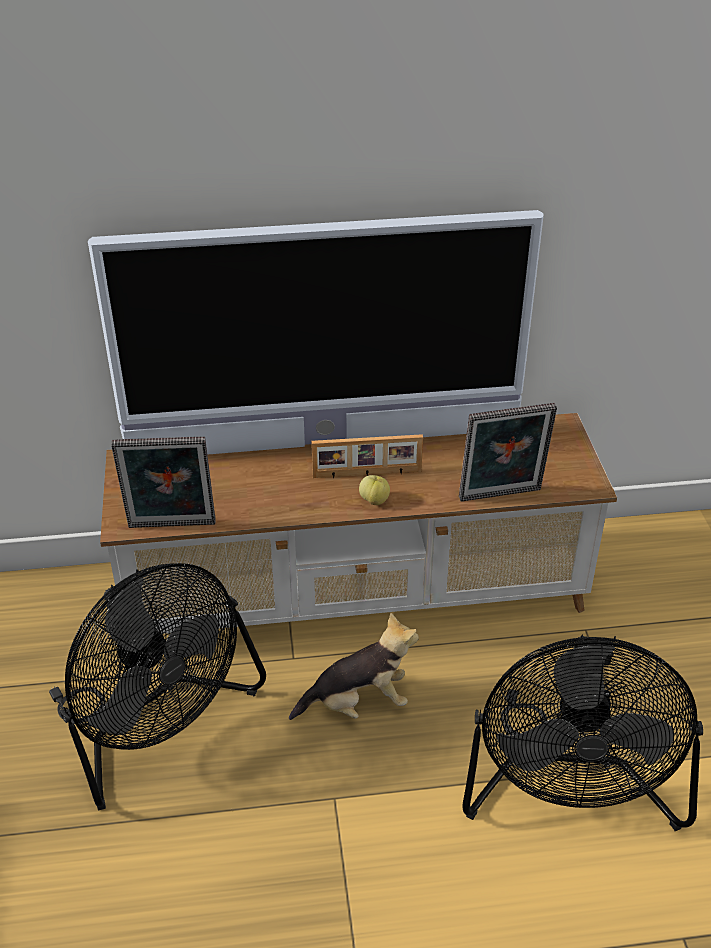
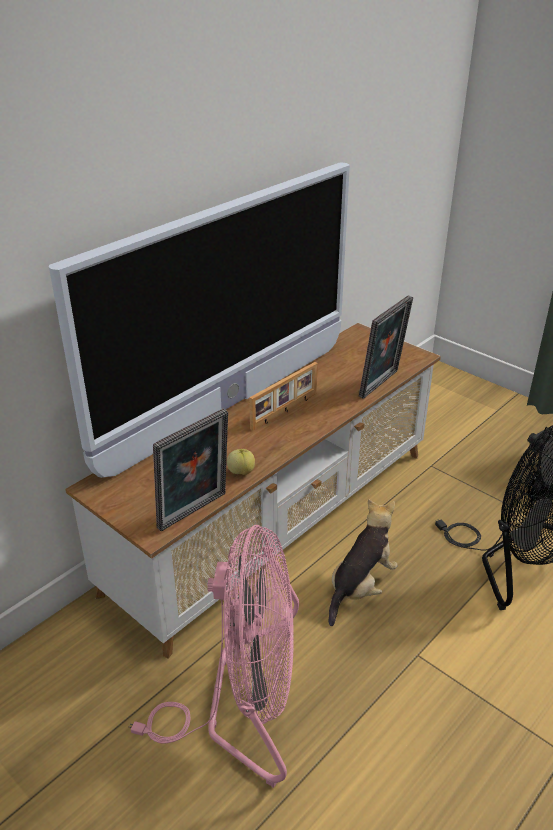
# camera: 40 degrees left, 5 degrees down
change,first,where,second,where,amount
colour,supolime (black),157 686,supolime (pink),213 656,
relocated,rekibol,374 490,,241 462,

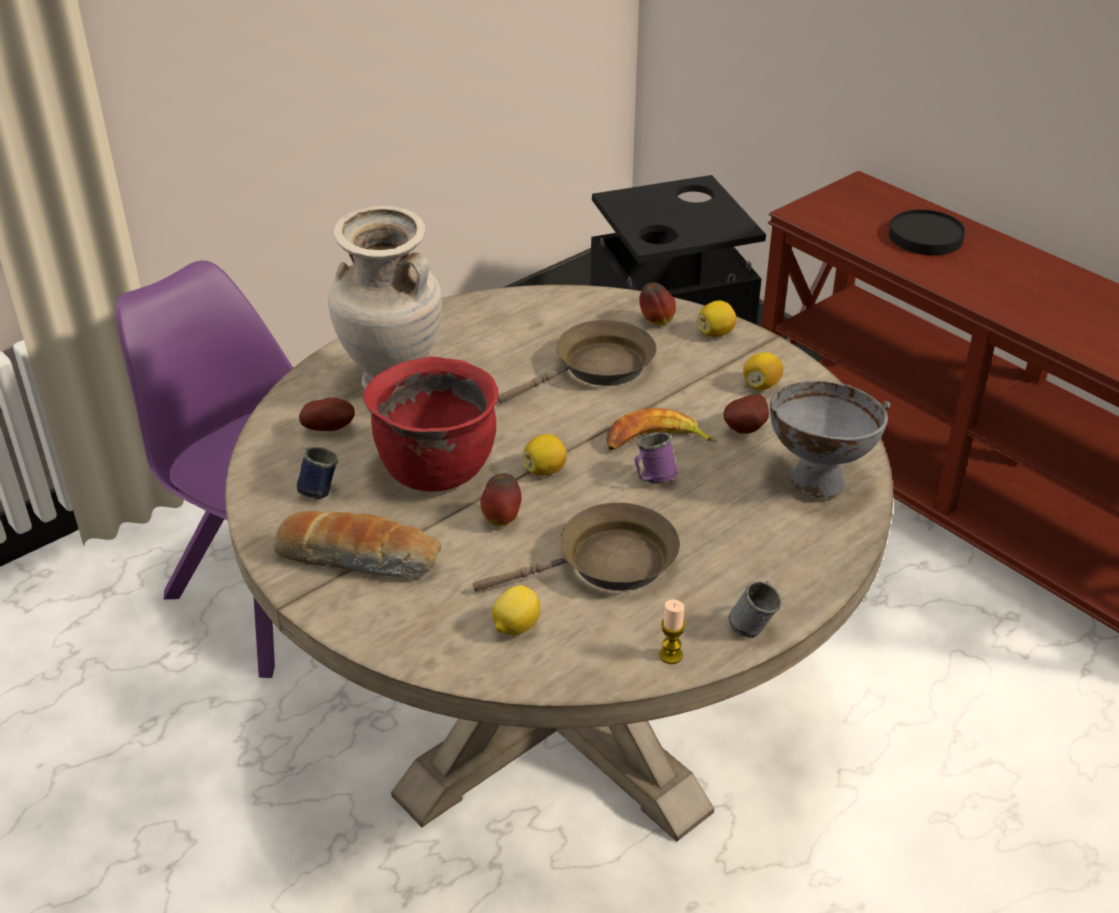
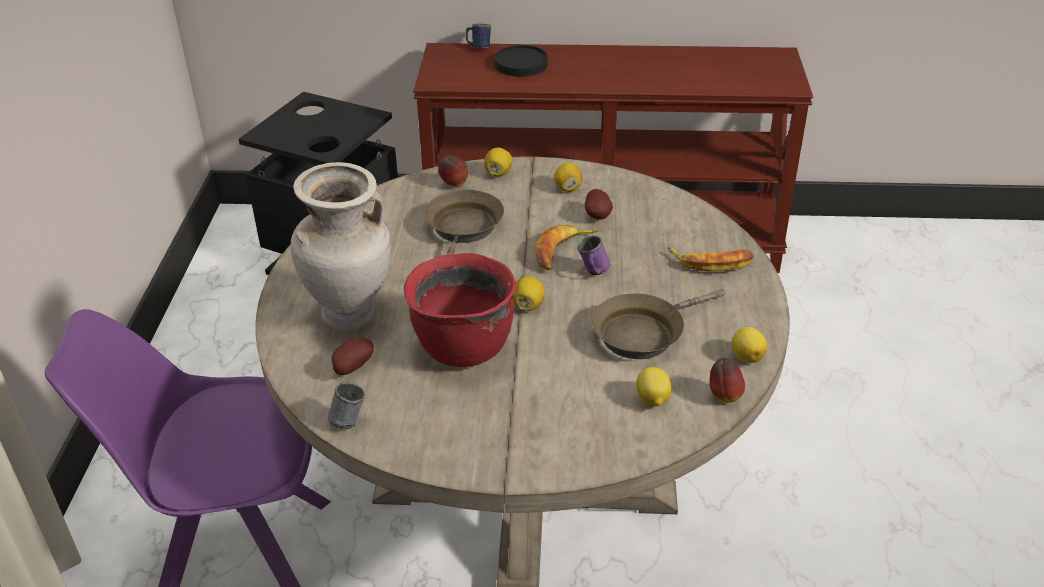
# camera: 45 degrees left, 0 degrees up
change,first,where,second,where,amount
missing,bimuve,357 544,,,
relocated,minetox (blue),317 473,,478 36,
spun,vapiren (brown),576 547,,658 324,150 degrees counterclockwise
relocated,rekibol,501 500,,727 380,
exchanged,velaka,672 631,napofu,749 345,
relocated,minetox (grey),755 609,,346 405,
missing,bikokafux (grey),830 439,,,
appeared,,,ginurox,711 258,

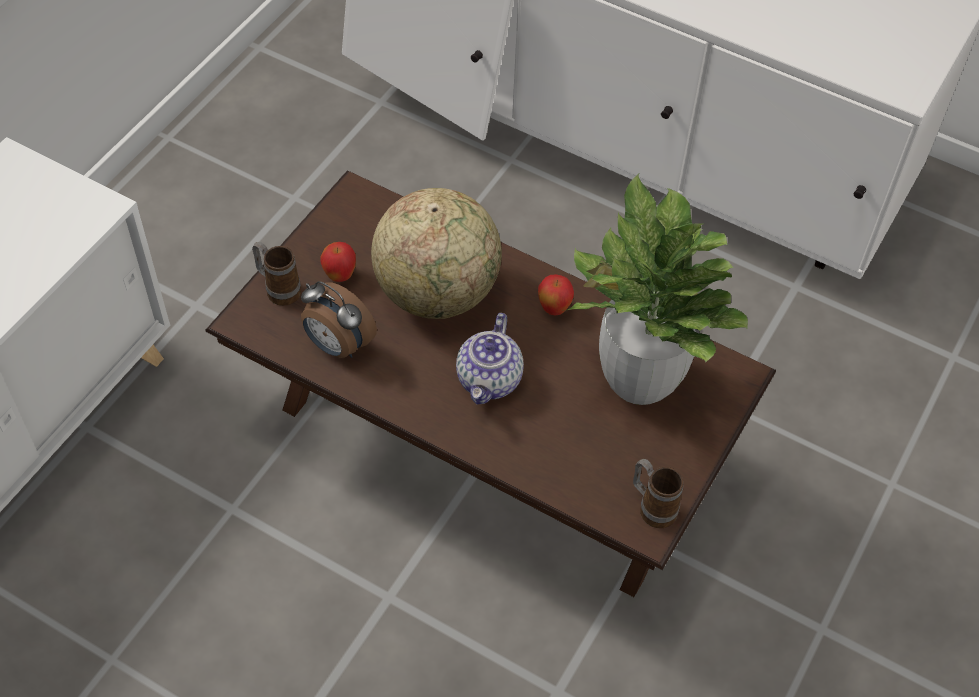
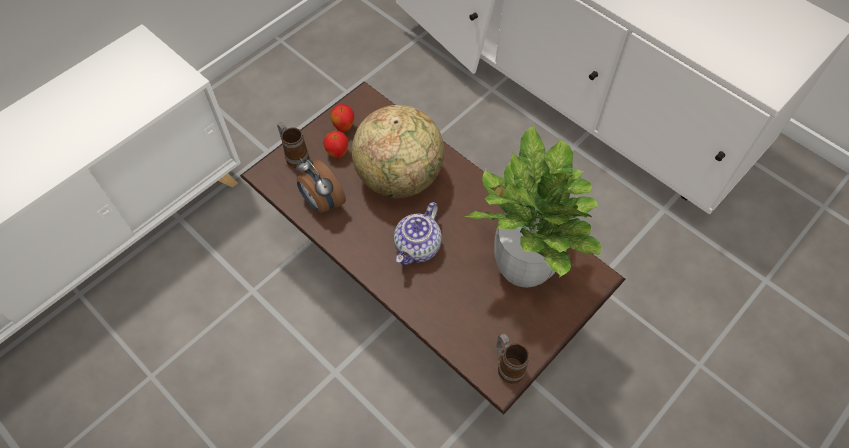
# camera: 15 degrees right, 5 degrees up
change,first,where,second,where,amount
relocated,rekibol,556 294,,342 118,

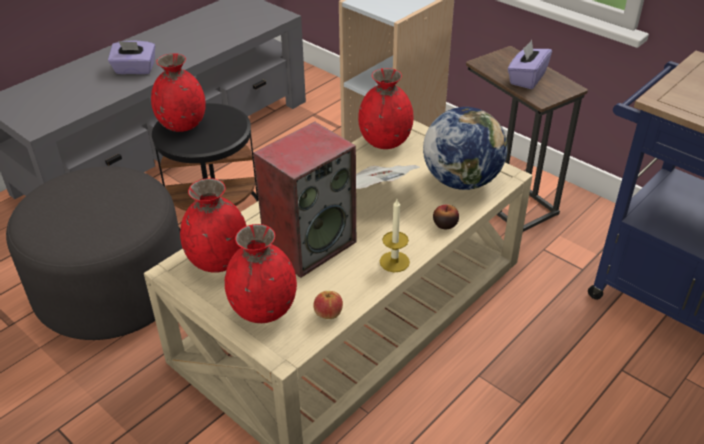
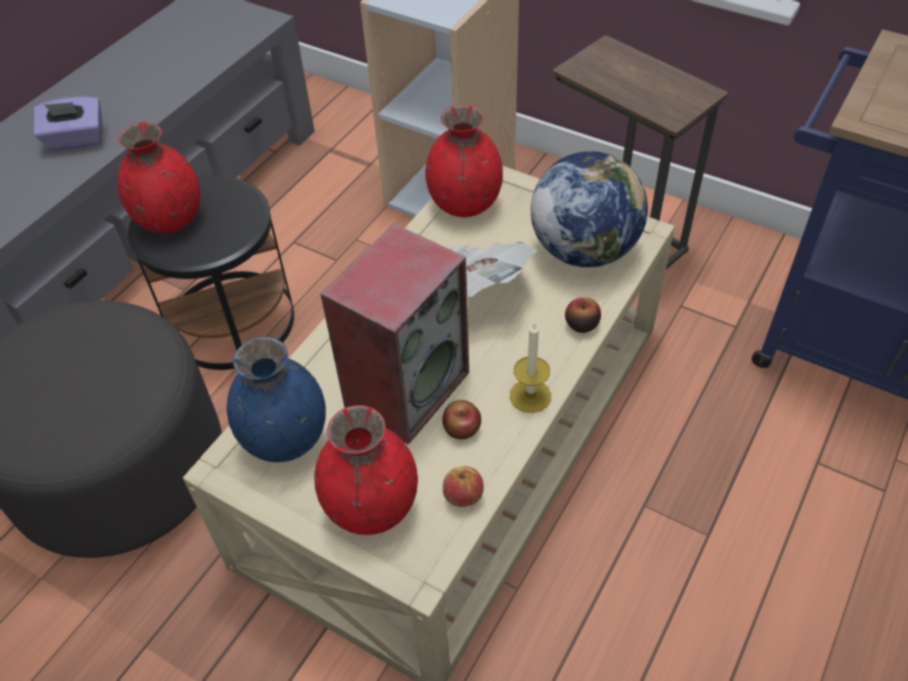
# camera: 10 degrees left, 10 degrees up
change,first,where,second,where,amount
colour,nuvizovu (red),213 225,nuvizovu (blue),276 399,
missing,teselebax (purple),530 64,,,
appeared,,,rekibol,461 419,

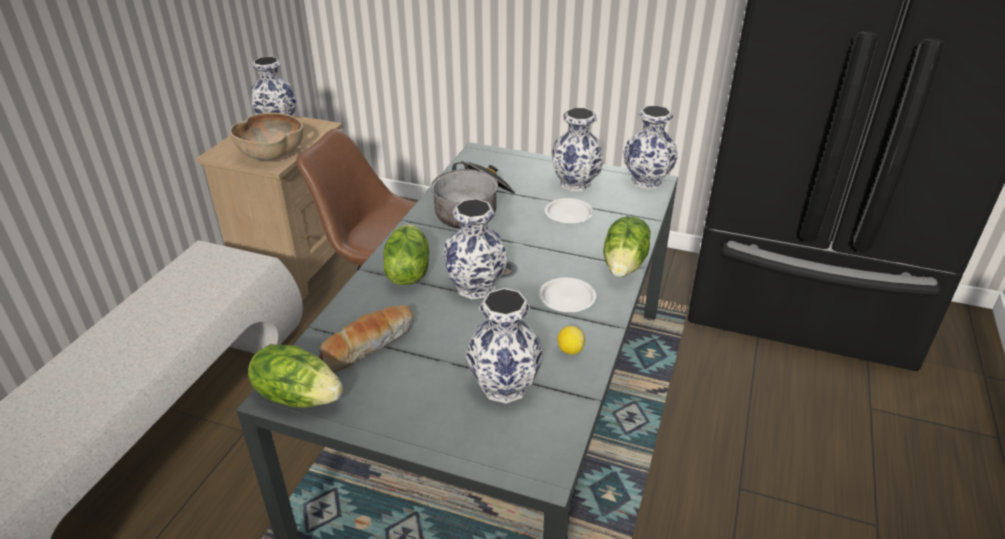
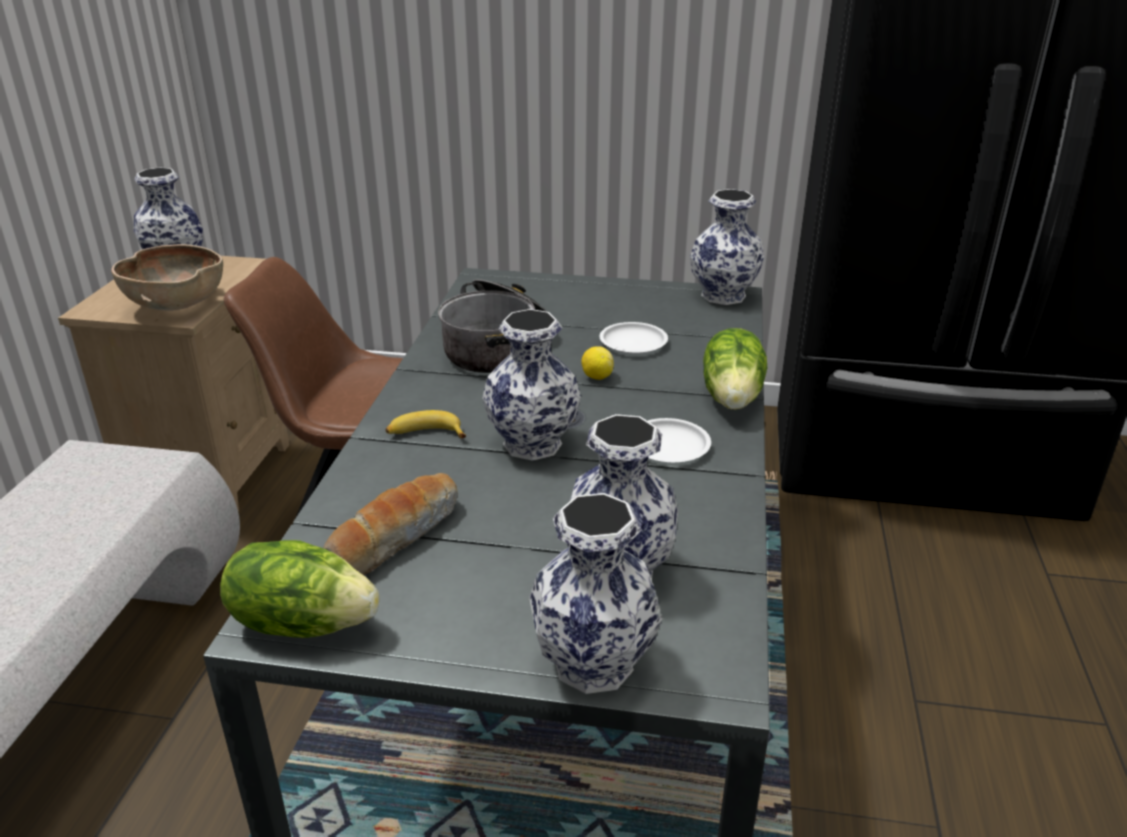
# camera: 10 degrees left, 5 degrees down
change,first,where,second,where,amount
exchanged,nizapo,406 255,ginurox,426 424,
relocated,nuvizovu,578 149,,596 593,
relocated,napofu,571 340,,597 363,

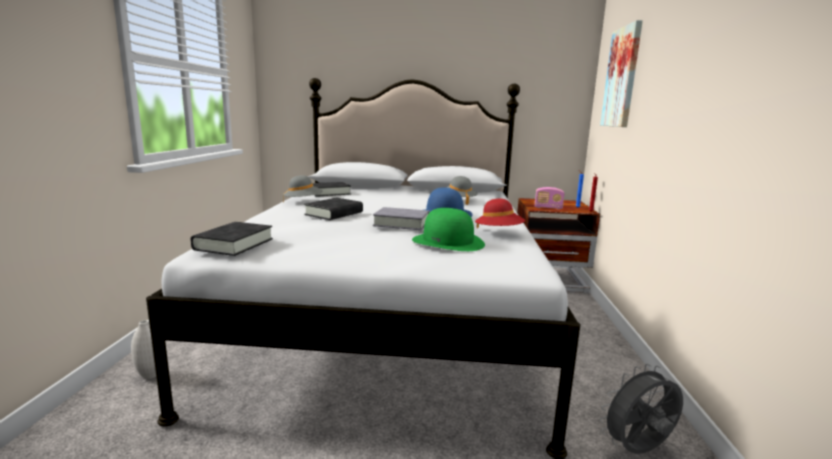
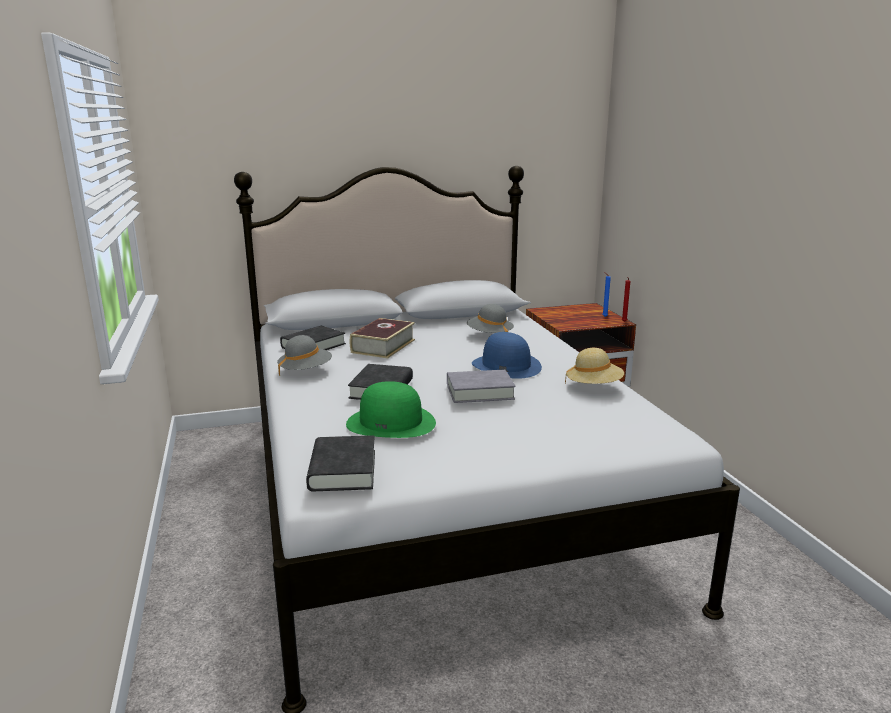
# camera: 20 degrees left, 5 degrees up
change,first,where,second,where,amount
missing,nuvizovu (white),143 349,,,
relocated,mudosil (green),448 229,,391 409,
colour,mudosil (red),500 213,mudosil (beige),594 366,
missing,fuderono,550 198,,,
missing,supolime (grey),641 409,,,
missing,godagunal,621 73,,,
appeared,,,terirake,382 338,

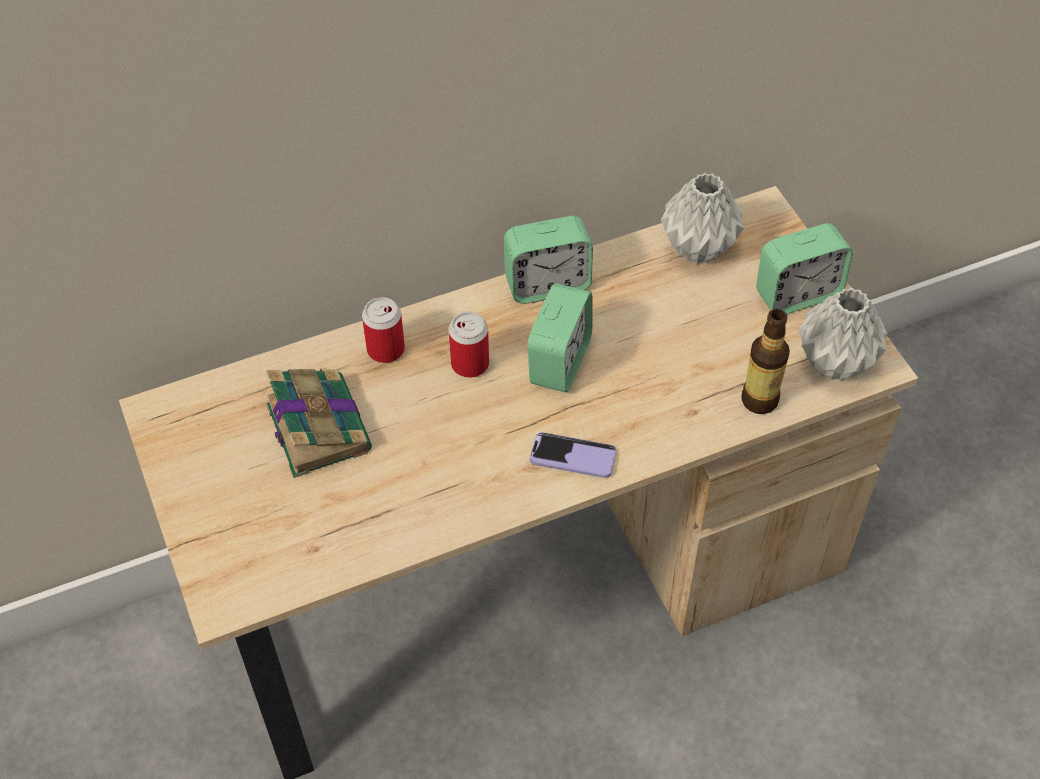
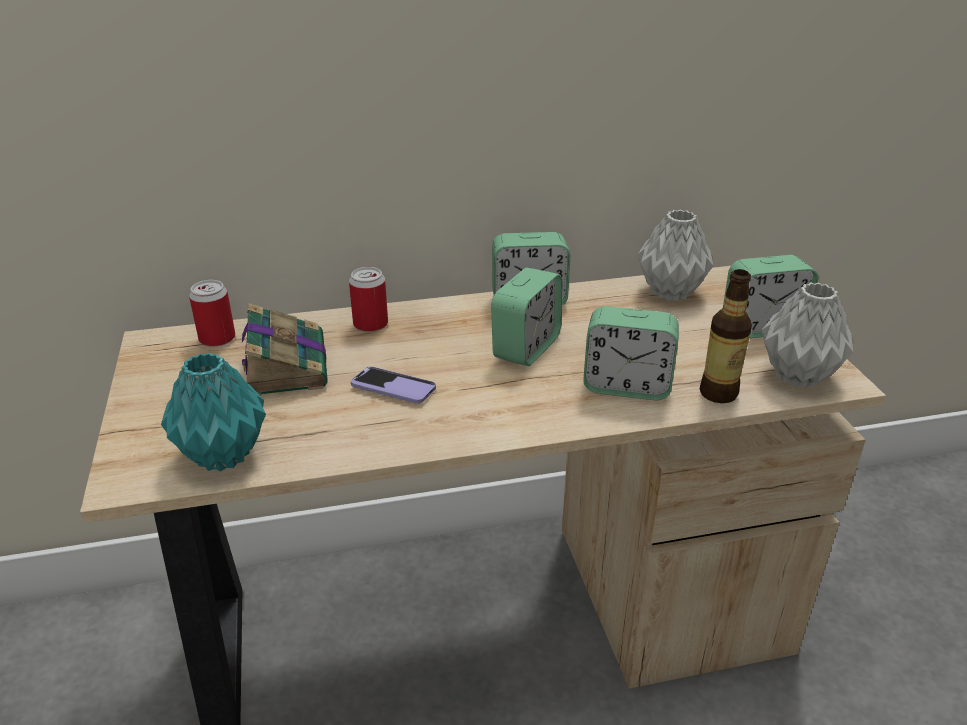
# camera: 10 degrees right, 20 degrees down
change,first,where,second,where,amount
relocated,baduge,468 345,,212 313,
relocated,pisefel,573 455,,393 385,
appeared,,,nuvizovu (turquoise),213 412,
appeared,,,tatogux,631 353,

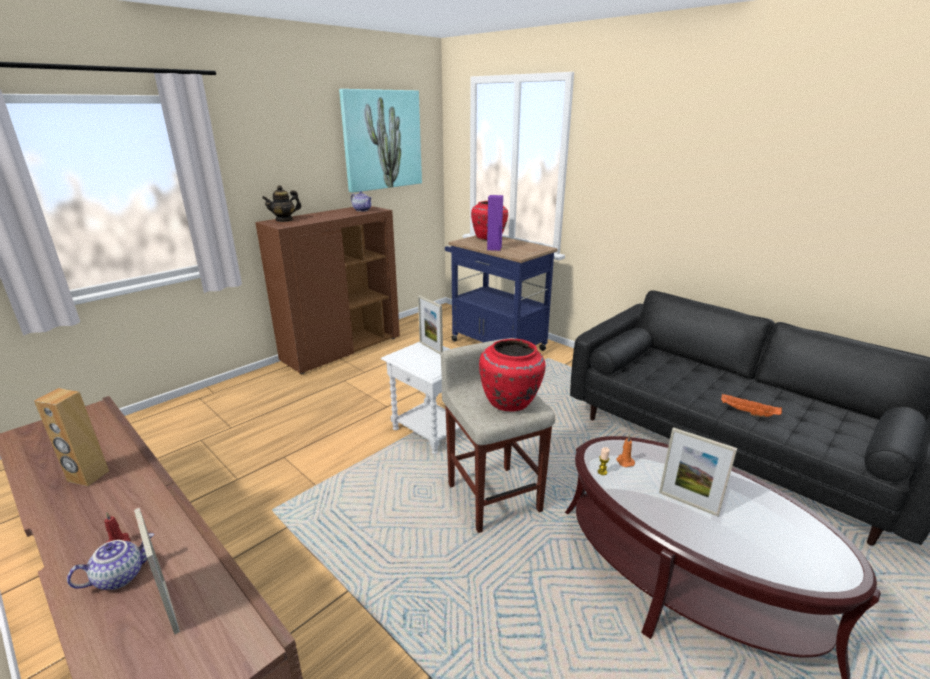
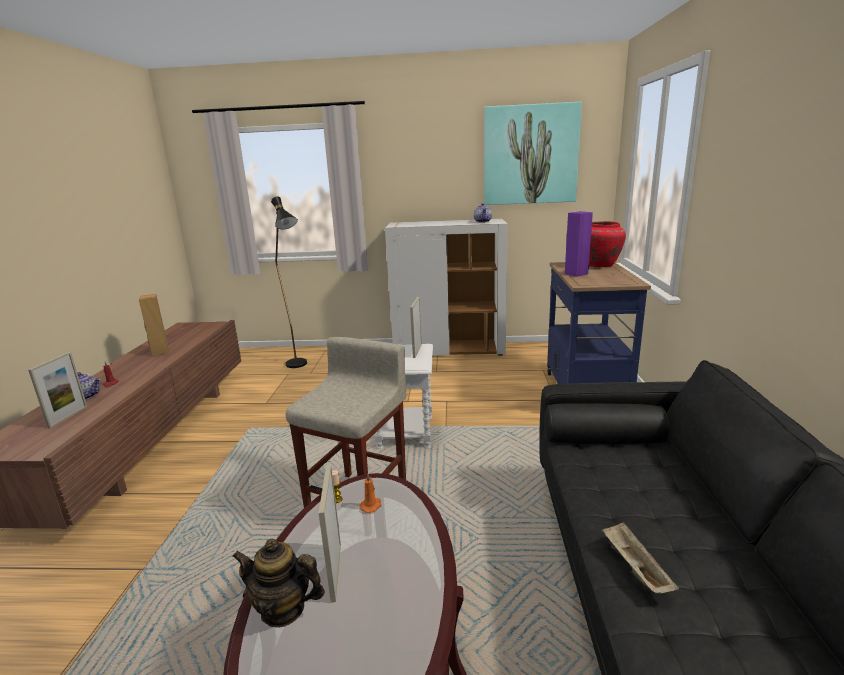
# camera: 50 degrees right, 5 degrees down
change,first,where,second,where,amount
colour,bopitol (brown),327 290,bopitol (white),446 287,
relocated,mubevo,281 203,,278 583,
missing,nuvizovu (red),512 375,,,
colour,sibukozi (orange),751 405,sibukozi (beige),640 558,
appeared,,,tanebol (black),289 282,

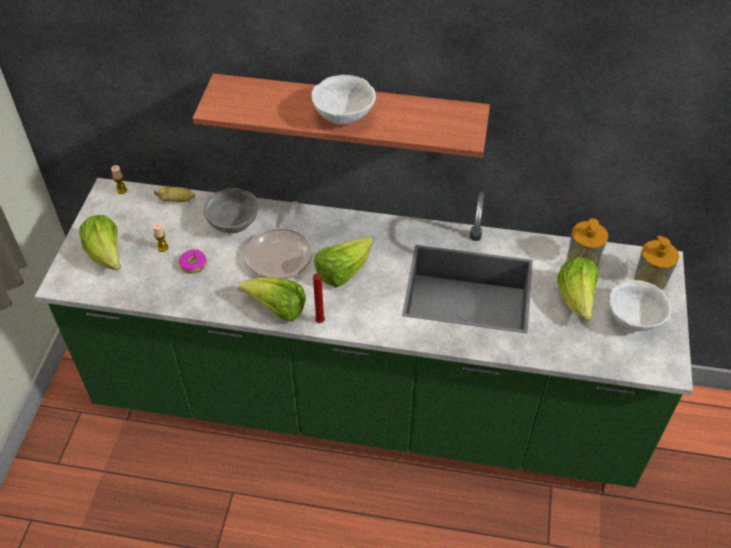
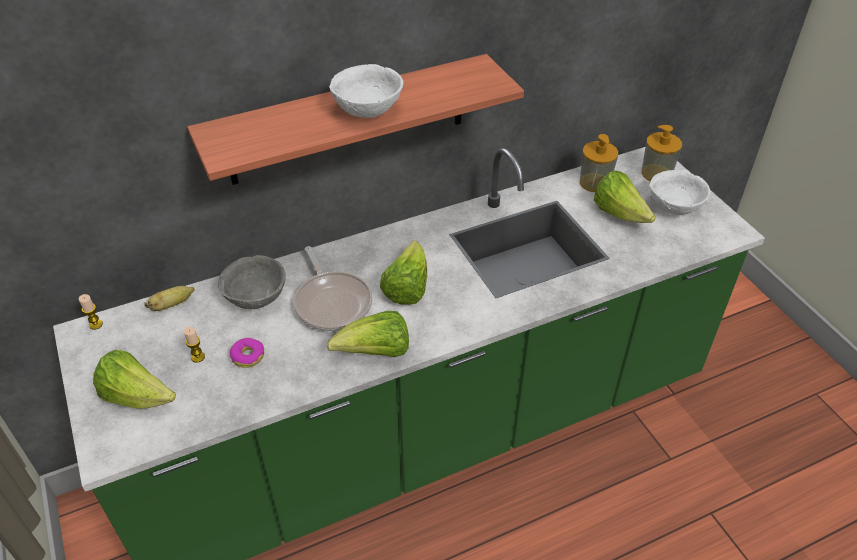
# camera: 35 degrees left, 5 degrees down
change,first,where,second,where,amount
missing,velaka (red),319 298,,,

